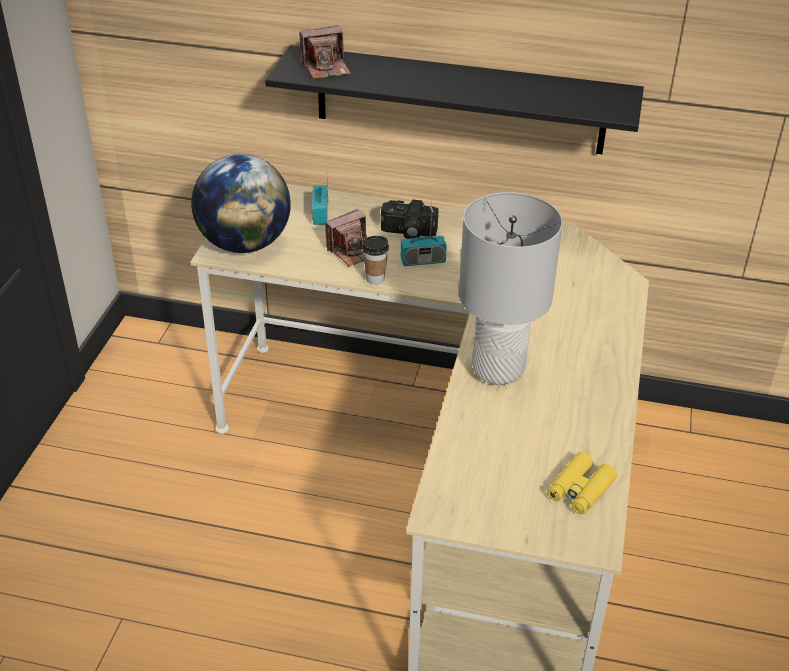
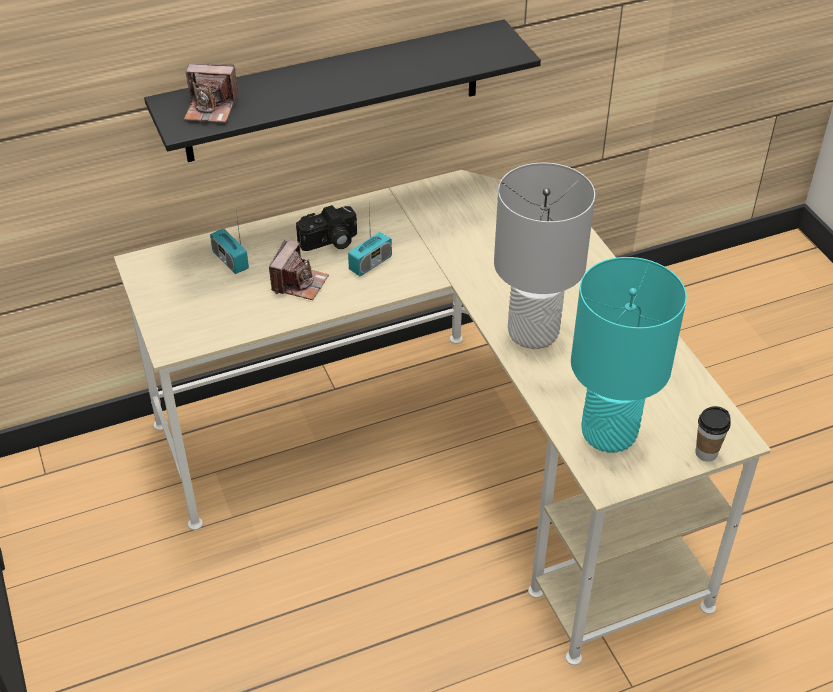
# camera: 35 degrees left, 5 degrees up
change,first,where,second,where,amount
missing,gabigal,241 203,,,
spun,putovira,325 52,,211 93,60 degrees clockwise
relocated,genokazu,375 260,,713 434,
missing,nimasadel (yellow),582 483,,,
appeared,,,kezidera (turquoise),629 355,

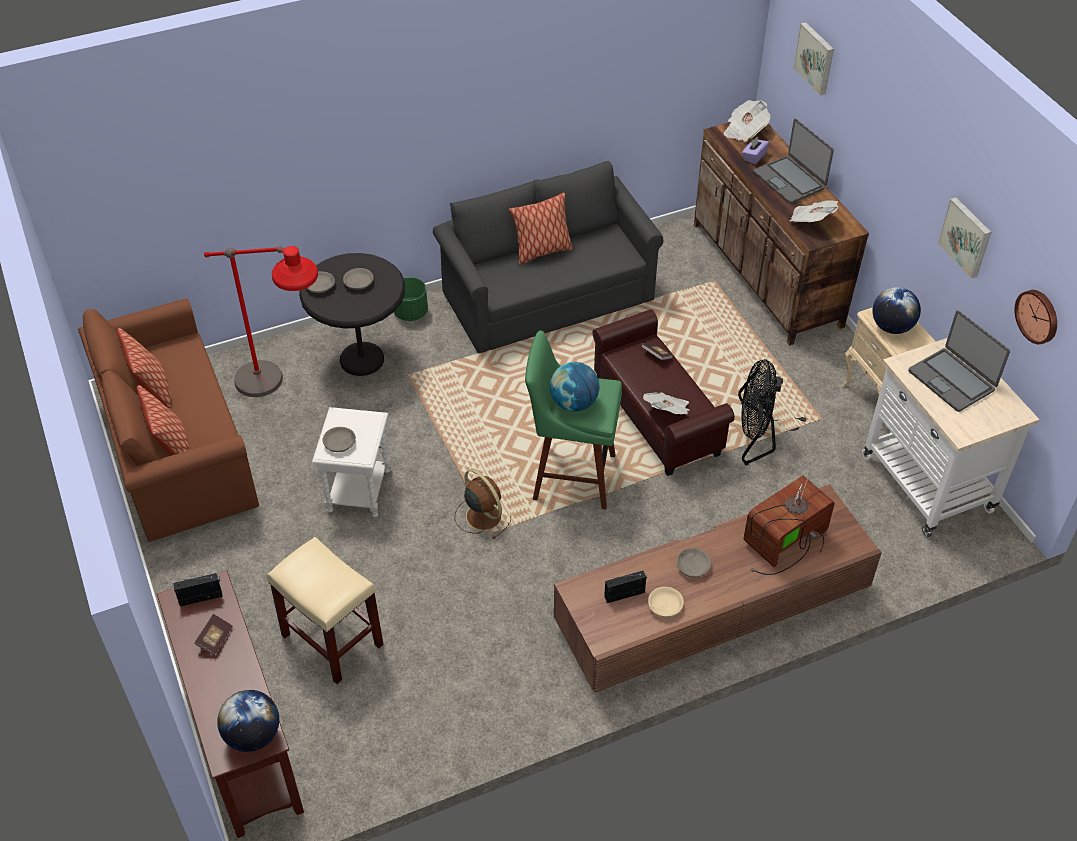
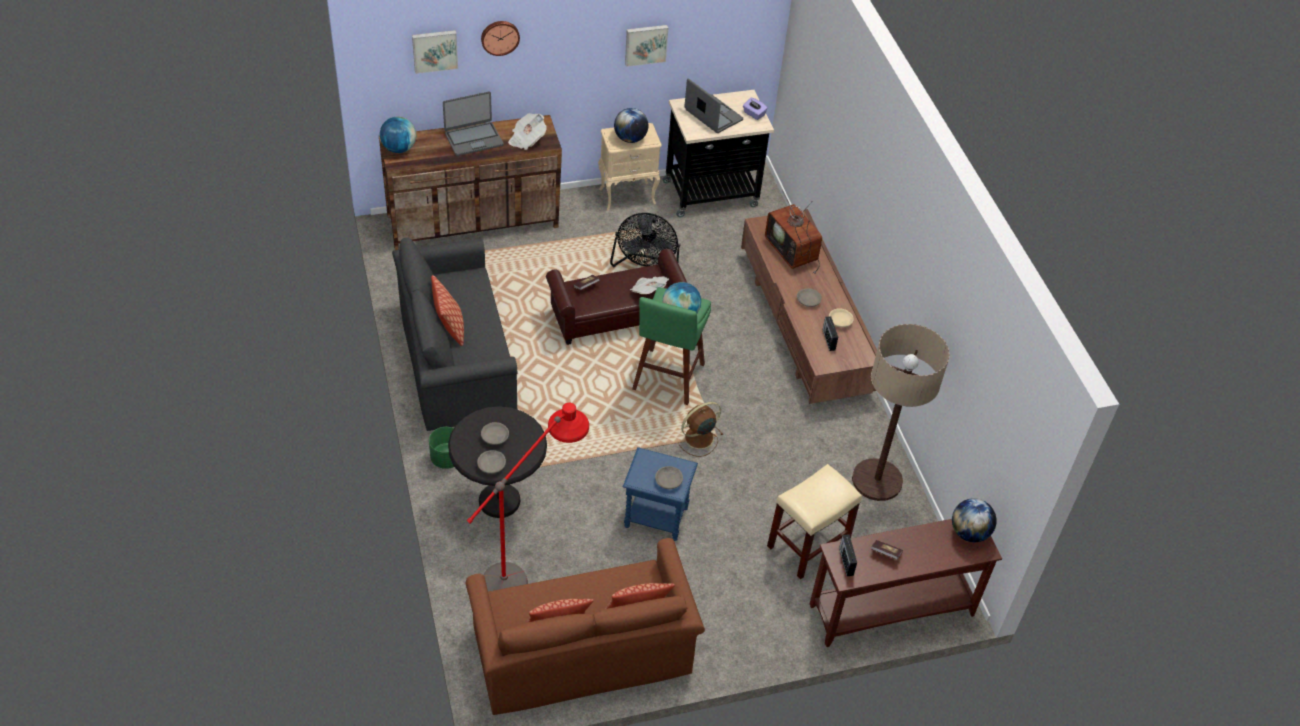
# camera: 85 degrees left, 0 degrees up
change,first,where,second,where,amount
colour,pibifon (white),351 462,pibifon (blue),660 494,
exchanged,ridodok,747 121,gabigal,398 134,
relocated,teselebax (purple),755 150,,755 109,
colour,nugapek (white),950 438,nugapek (black),718 153,
spun,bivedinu,959 361,,713 105,105 degrees counterclockwise
relocated,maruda,1035 317,,500 38,
appeared,,,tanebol,901 412,

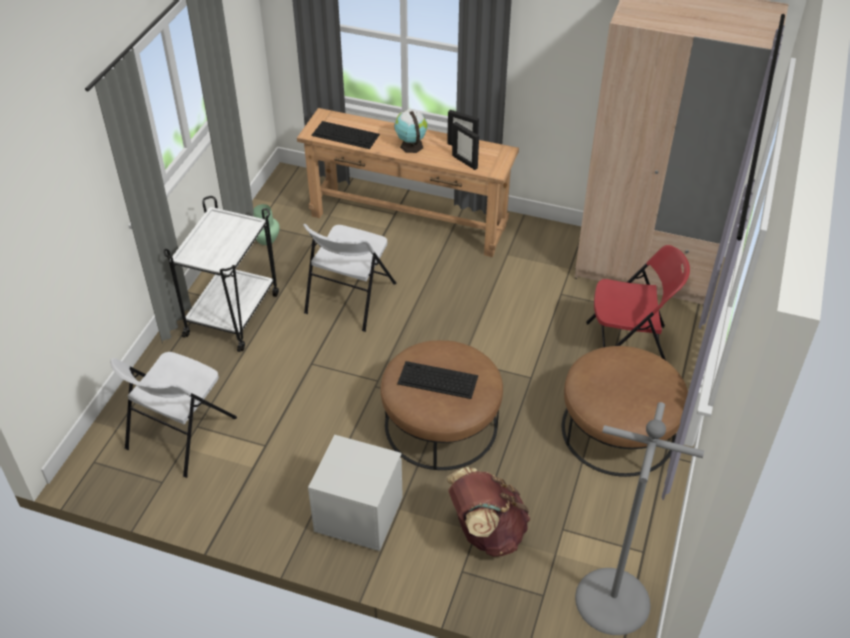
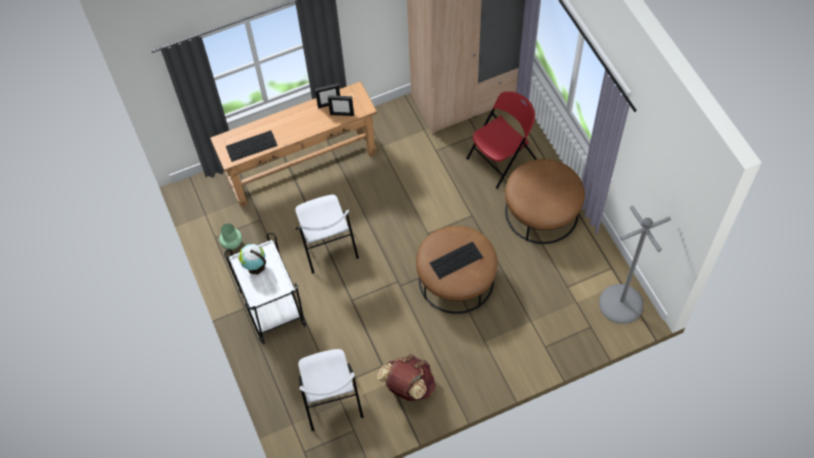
# camera: 40 degrees left, 15 degrees up
change,first,where,second,where,amount
missing,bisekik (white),355 493,,,
relocated,gabigal,411 131,,252 259,
relocated,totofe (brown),488 512,,406 377,

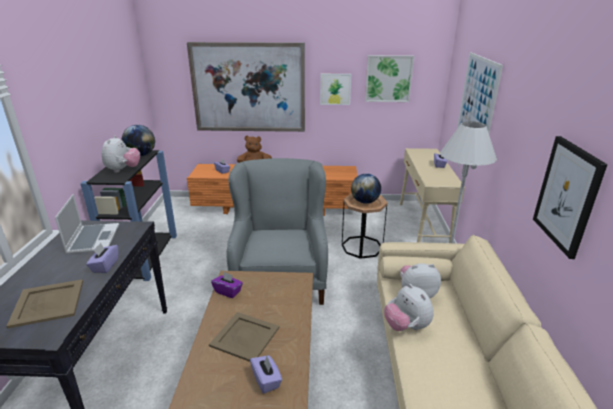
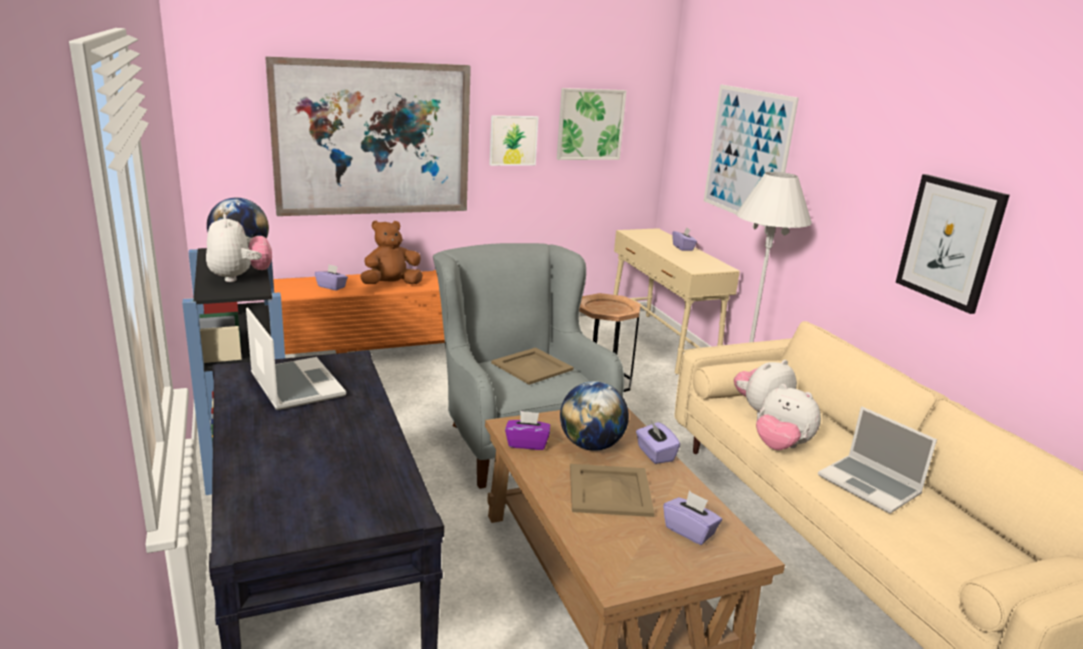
# camera: 25 degrees left, 5 degrees down
change,first,where,second,where,amount
relocated,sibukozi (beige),45 304,,532 366,
relocated,teselebax (purple),102 258,,658 442,
relocated,gabigal,366 188,,594 416,
appeared,,,bivedinu,877 459,

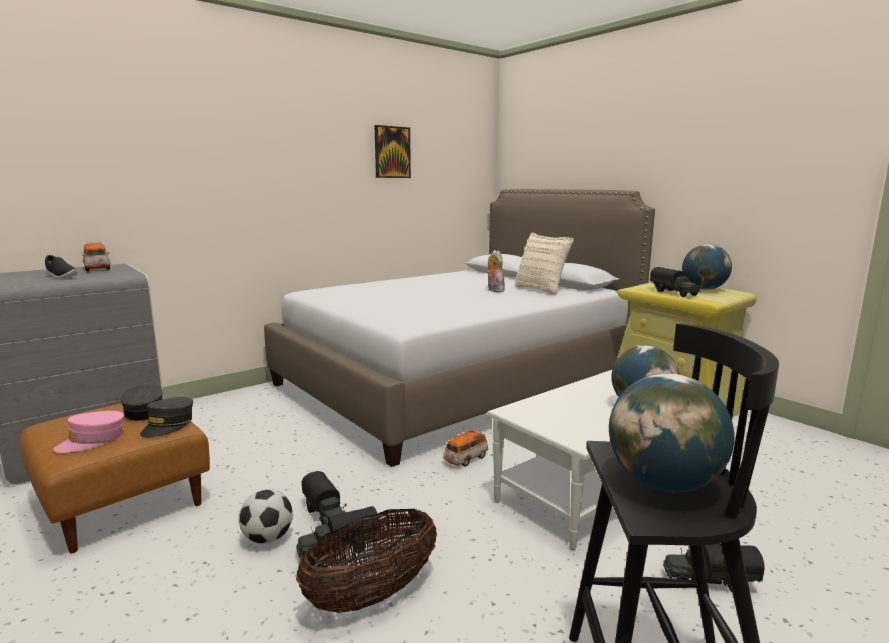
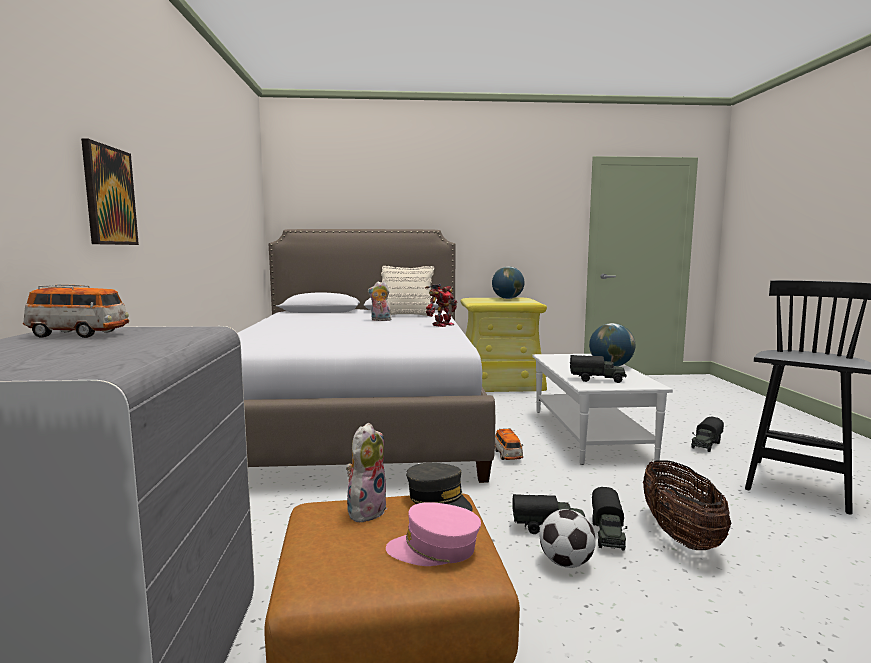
# camera: 55 degrees left, 5 degrees down
change,first,where,second,where,amount
missing,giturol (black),61 267,,,
spun,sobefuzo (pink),88 432,,433 534,105 degrees clockwise
exchanged,sobefuzo (grey),142 402,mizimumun,367 473,
relocated,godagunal,392 151,,110 192,
missing,gabigal,672 432,,,
relocated,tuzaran,675 282,,598 369,
appeared,,,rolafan,441 305,

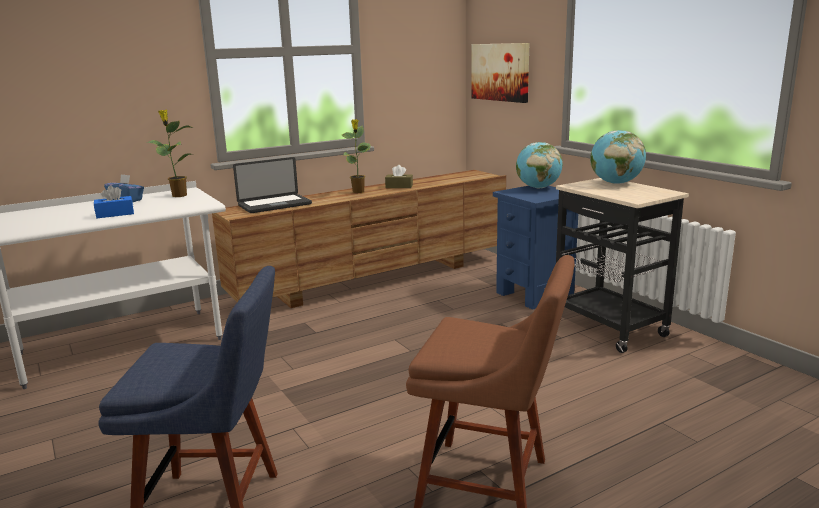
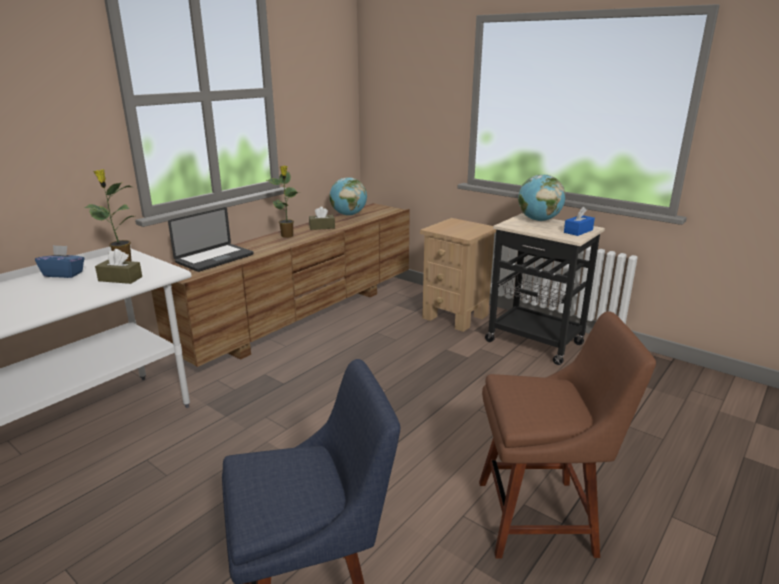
# camera: 20 degrees left, 5 degrees up
change,first,where,second,where,amount
relocated,teselebax (blue),114 201,,579 221,
missing,godagunal,500 73,,,
colour,bisekik (blue),535 248,bisekik (beige),458 275,
relocated,gabigal,539 165,,348 196,
appeared,,,teselebax (brown),118 266,

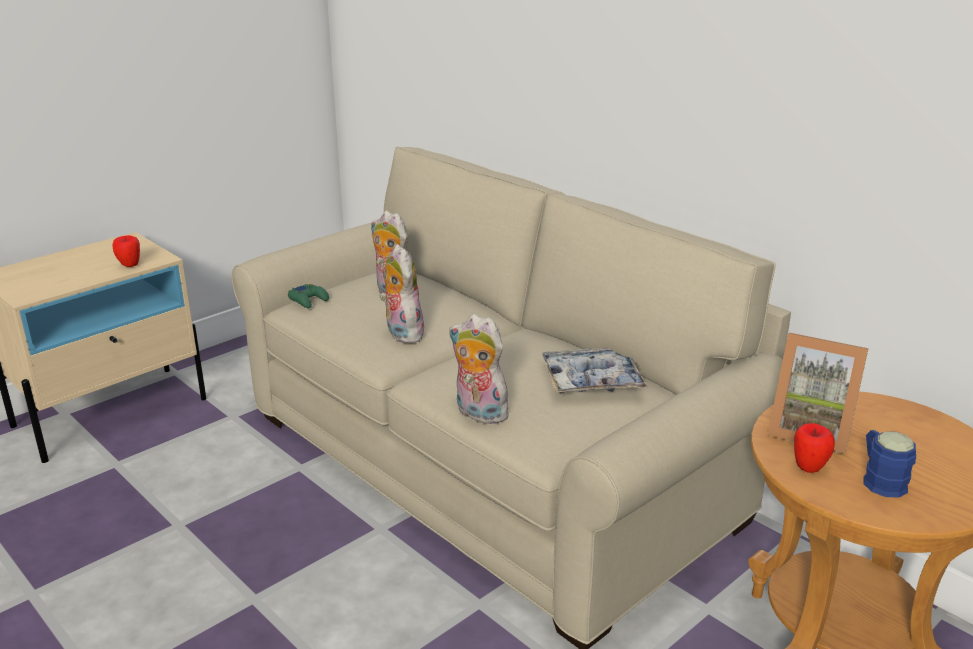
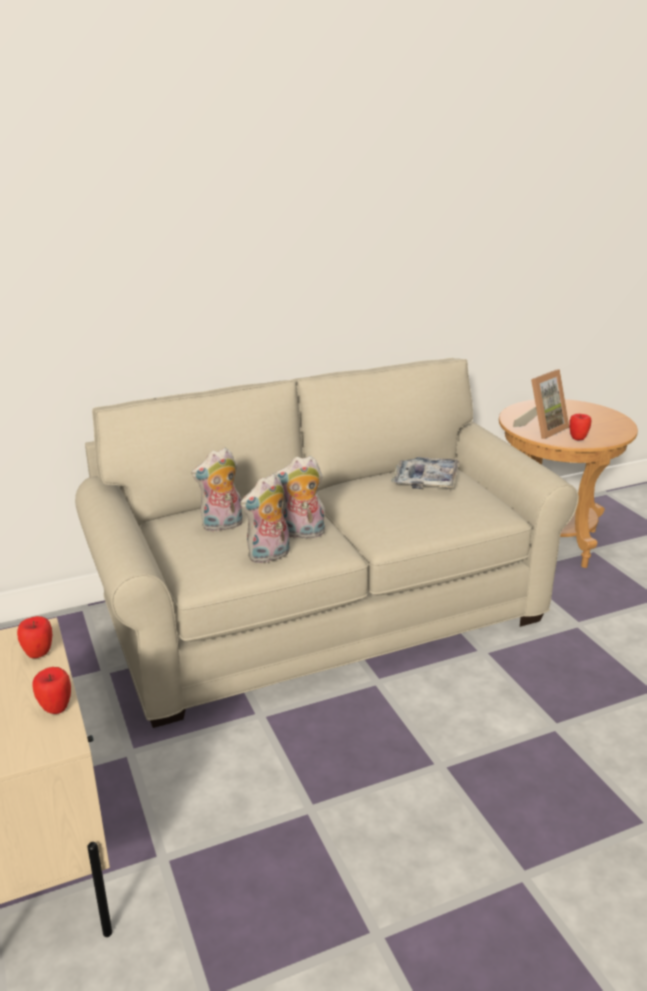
# camera: 70 degrees left, 0 degrees up
change,first,where,second,where,amount
missing,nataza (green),308 296,,,
relocated,mizimumun,481 369,,265 519,
missing,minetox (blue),889 464,,,
appeared,,,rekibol,51 690,

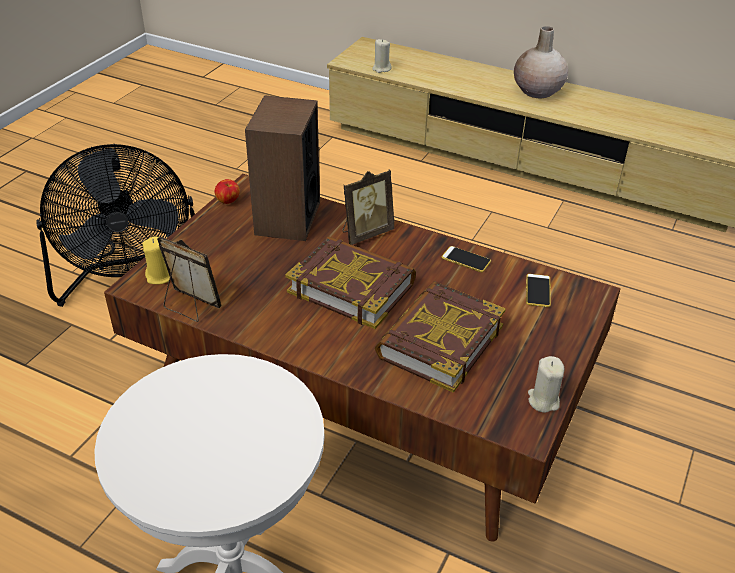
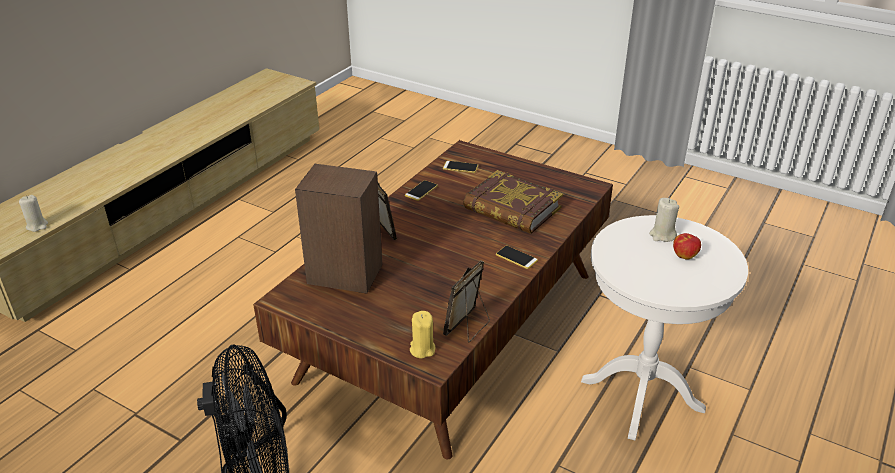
# camera: 85 degrees left, 5 degrees down
change,first,where,second,where,amount
relocated,rekibol,227 191,,687 246,
missing,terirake,350 282,,,
missing,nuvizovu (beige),541 62,,,
relocated,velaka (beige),546 384,,664 220,
appeared,,,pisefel,517 257,

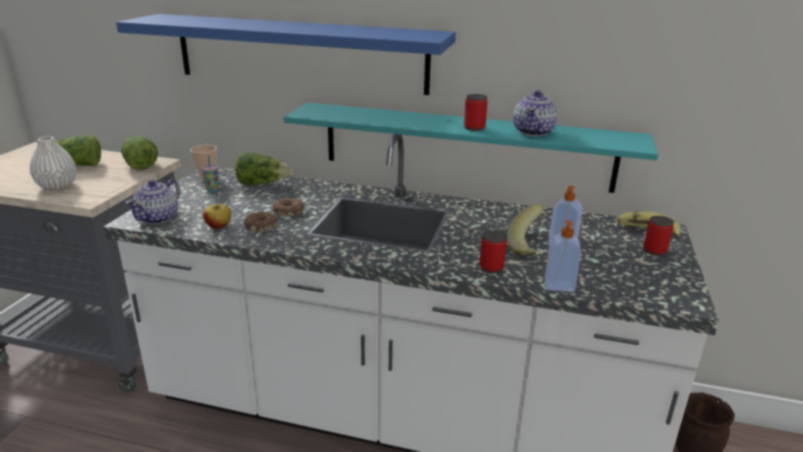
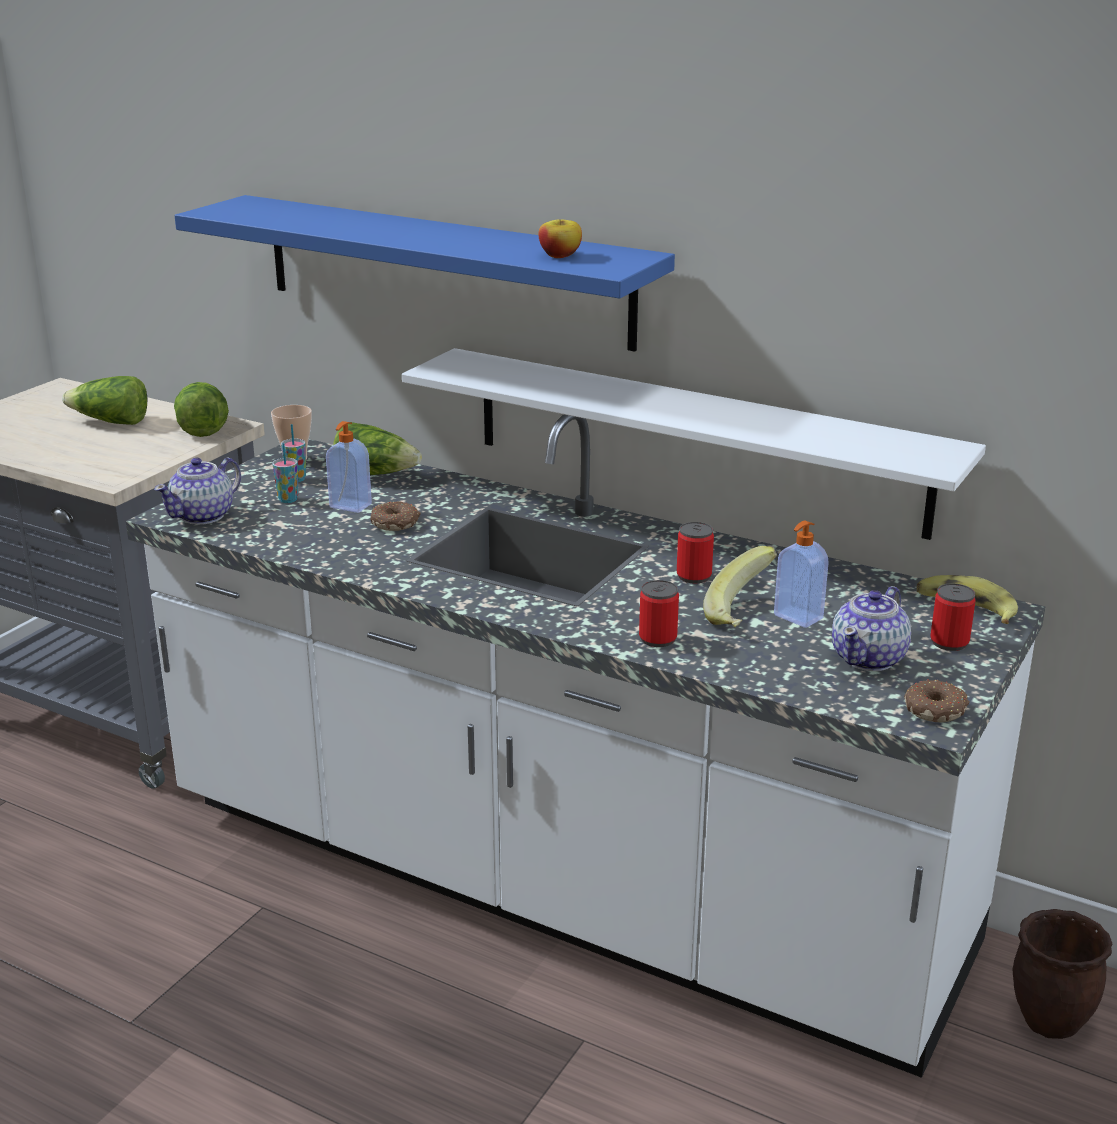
# camera: 15 degrees right, 0 degrees up
change,first,where,second,where,amount
missing,nuvizovu (white),53 163,,,
relocated,rekibol,217 216,,560 238,
relocated,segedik,261 221,,937 700,
colour,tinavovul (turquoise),470 148,tinavovul (white),694 444,
relocated,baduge,476 112,,695 552,
relocated,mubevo,535 113,,871 628,
relocated,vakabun,563 256,,349 467,
appeared,,,genokazu,285 473,

